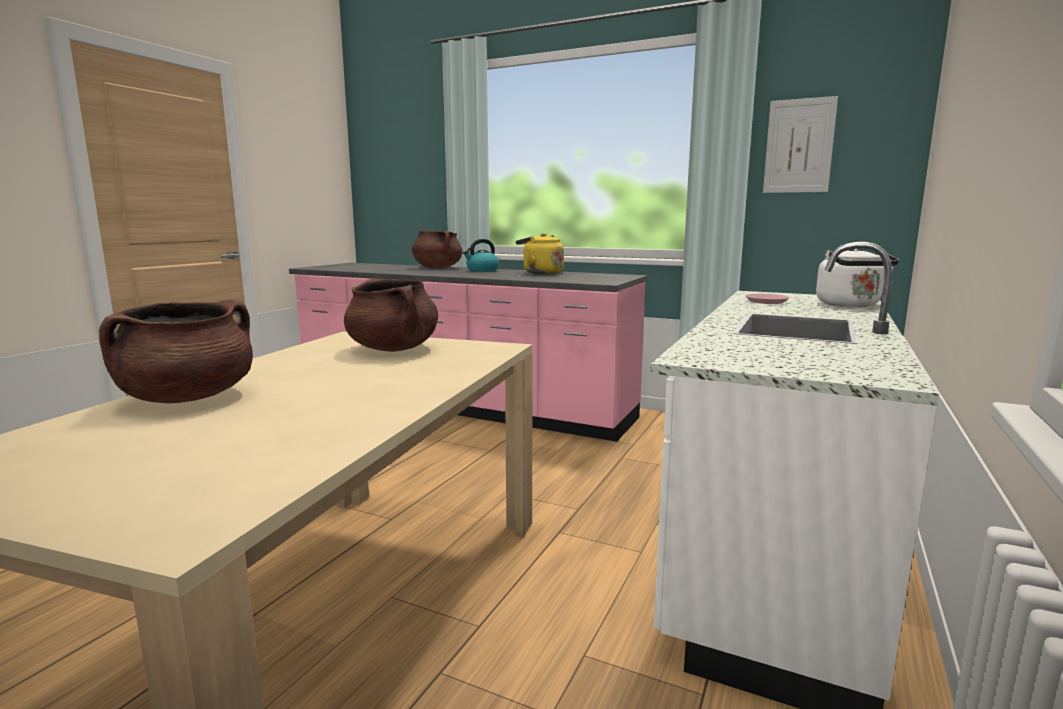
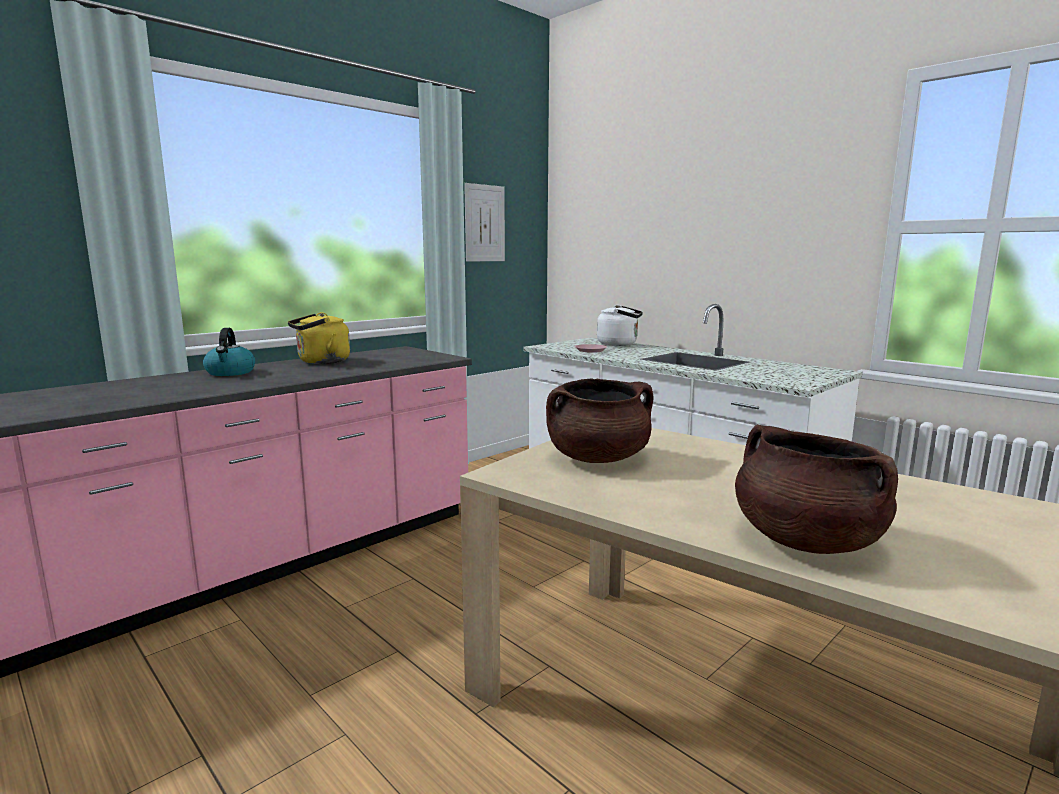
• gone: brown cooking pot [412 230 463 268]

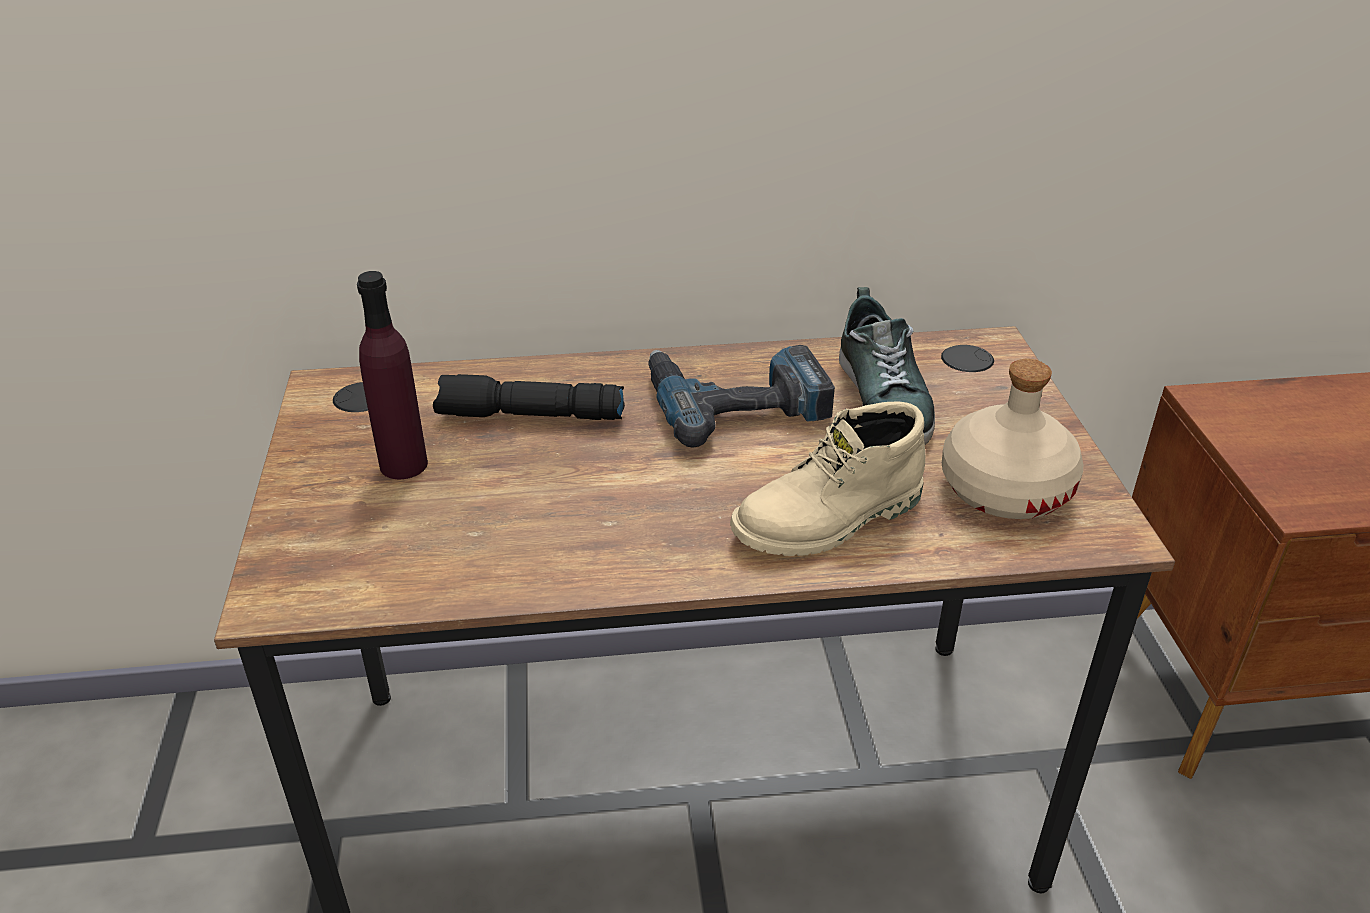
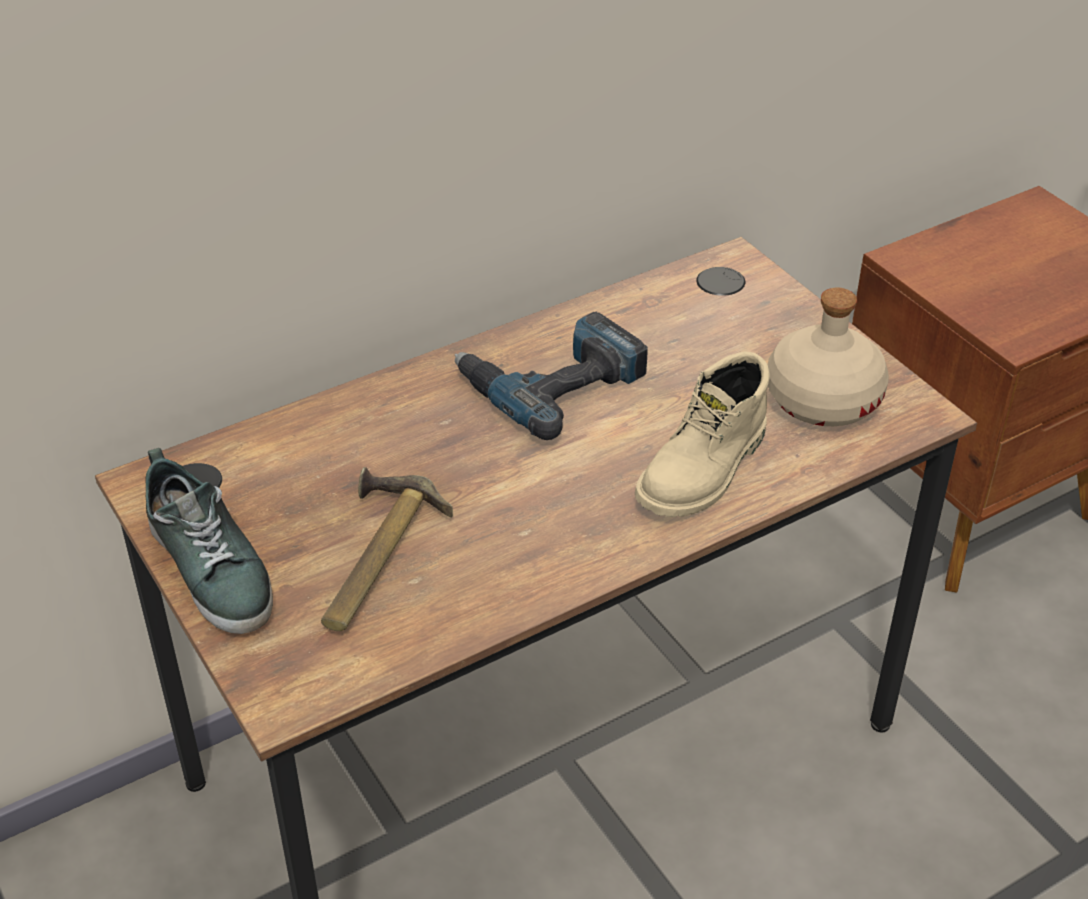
• gone: purple bottle [357 271 428 479]
• shifted: low shoe [839 287 935 445] to [146 448 273 634]
• gone: black flashlight [433 374 625 420]
• new: tool hammer [321 467 453 631]

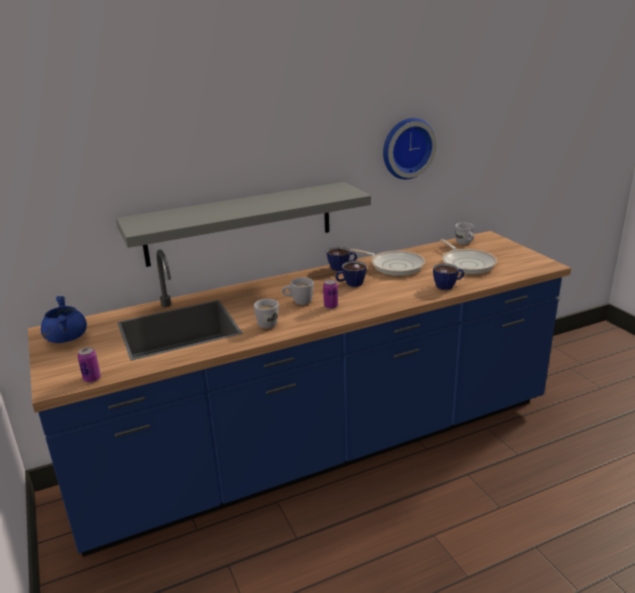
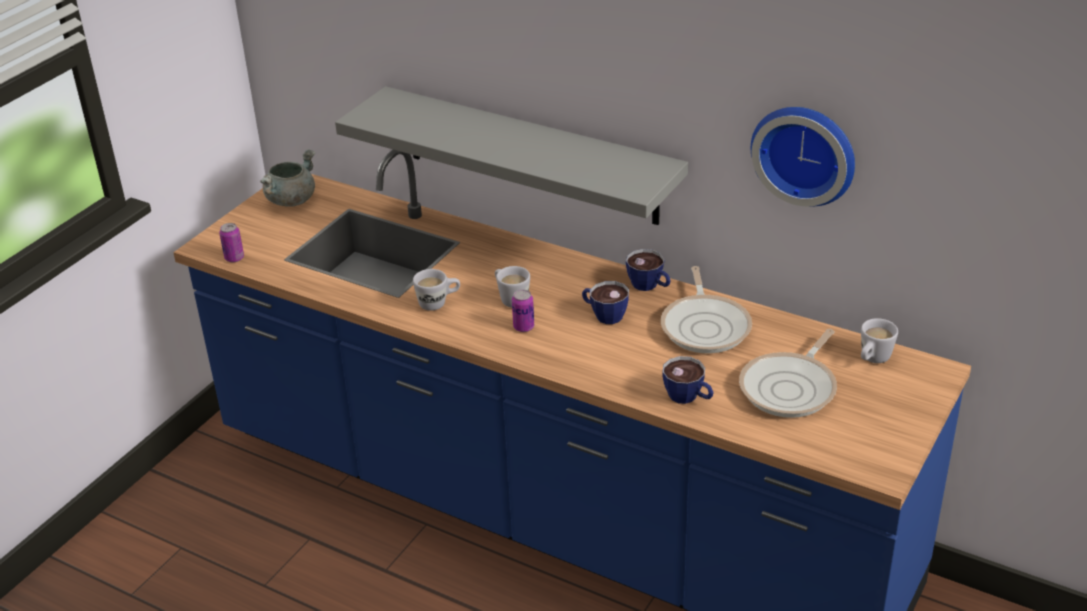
• repainted: blue cooking pot [41 296 87 343] to grey cooking pot [260 149 315 207]

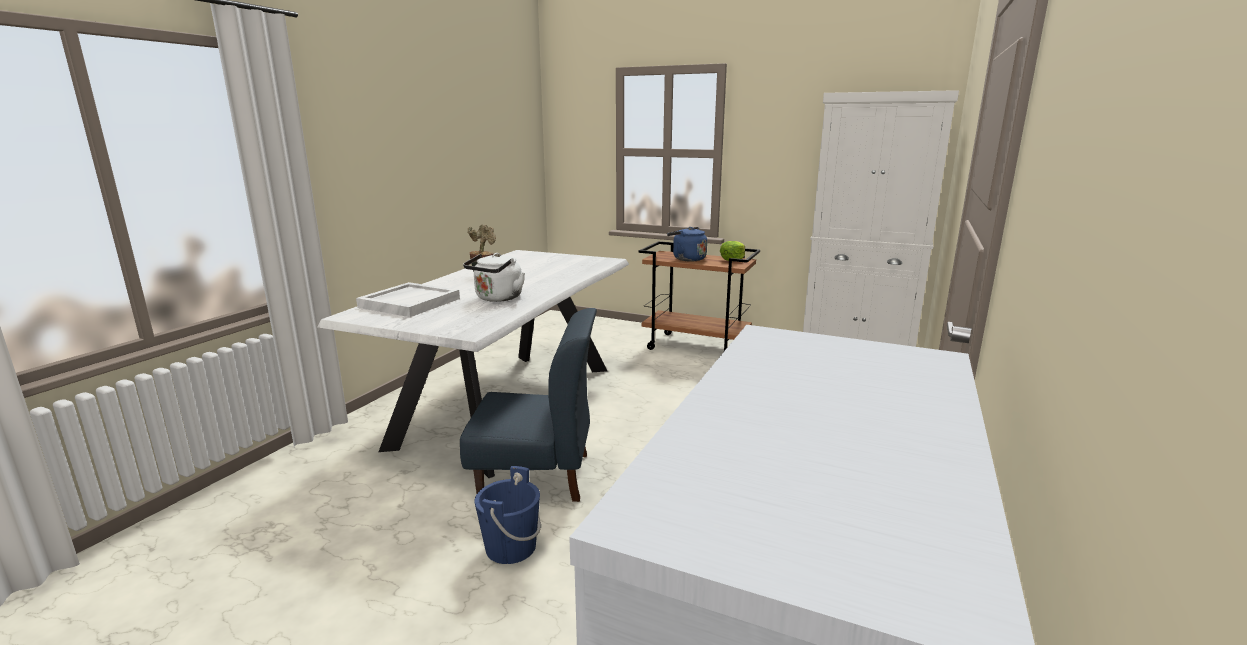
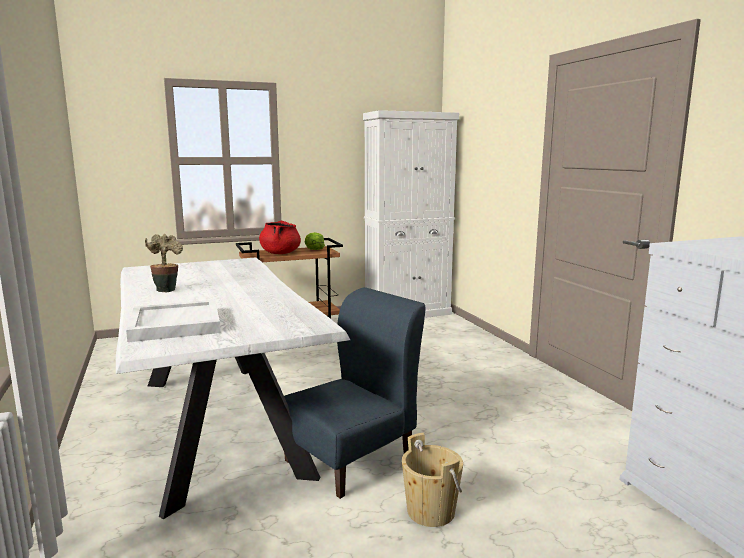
• swapped: blue kettle [667 227 707 262] to red cooking pot [259 221 301 254]
• gone: white-coloured kettle [463 253 525 302]
• repainted: blue bucket [474 466 541 564] to sand-coloured bucket [402 433 463 527]

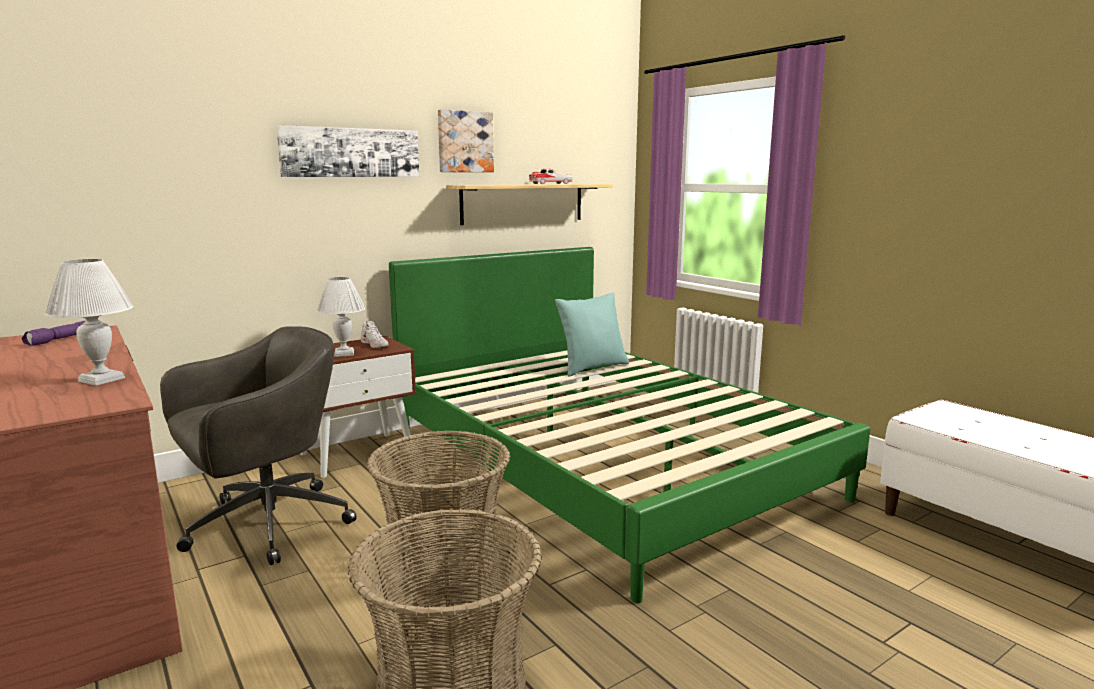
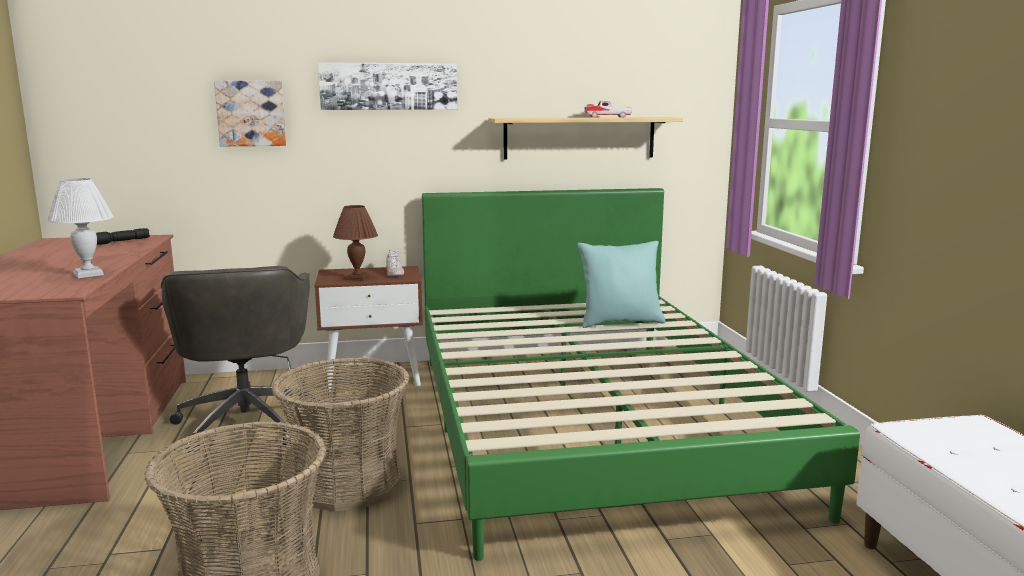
• shifted: wall picture [438 109 494 172] to [214 81 286 146]
• repainted: white-coloured lamp for a table [317 277 365 357] to brown lamp for a table [333 205 378 281]
• repainted: purple flashlight [22 321 86 346] to black flashlight [96 228 150 245]
• rotated: grey office chair [160 326 357 565] = [161 266 320 453] 90 degrees clockwise

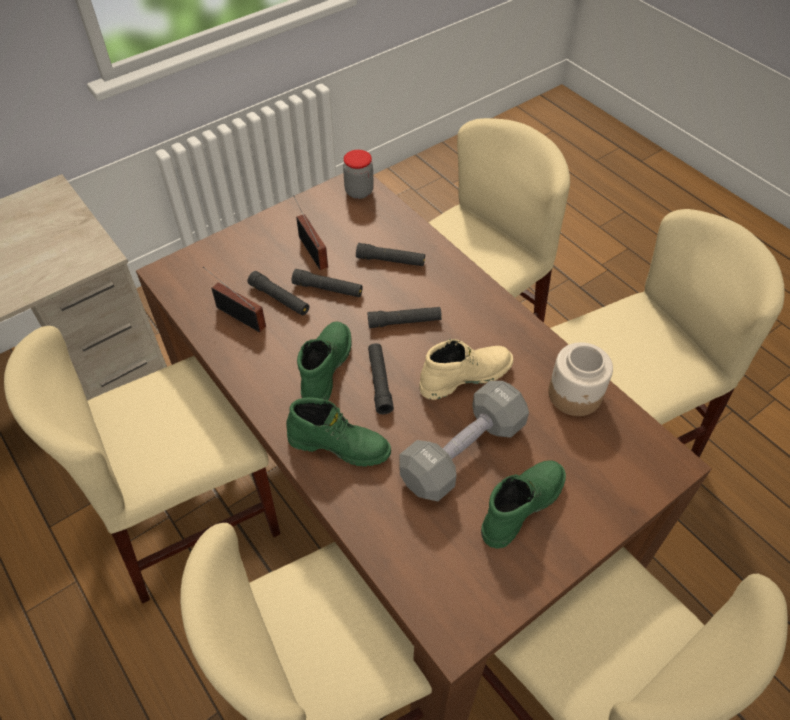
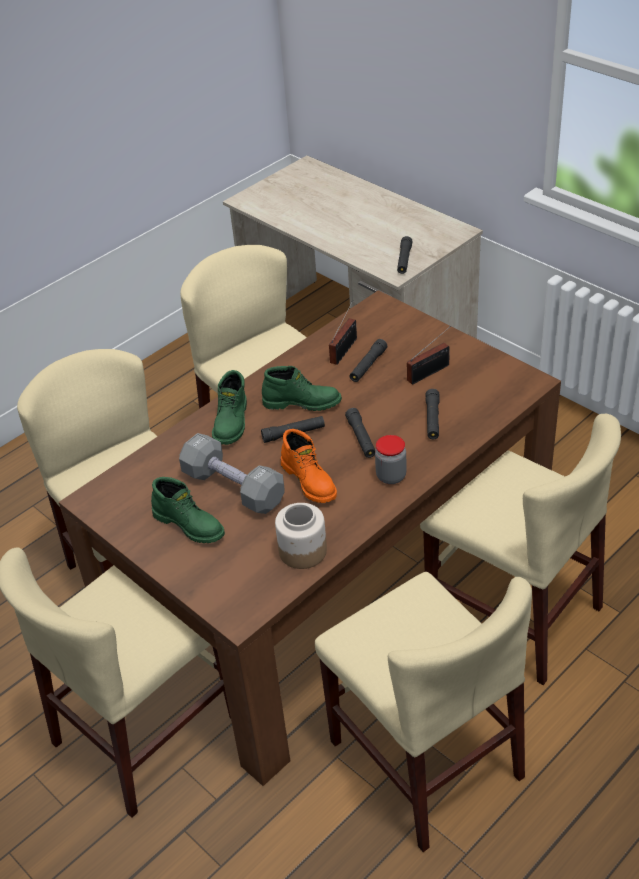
• shifted: storage jar [343 150 374 199] to [375 435 407 484]
• shifted: black flashlight [292 269 363 297] to [397 236 413 274]
• repainted: sand-coloured boot [419 339 513 400] to orangey boot [281 429 337 503]

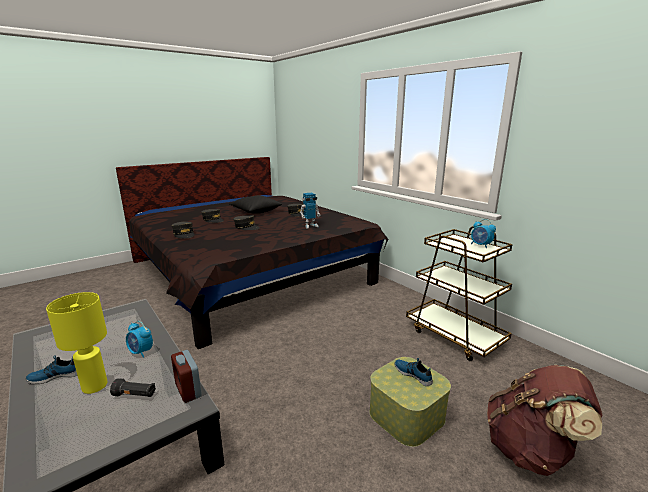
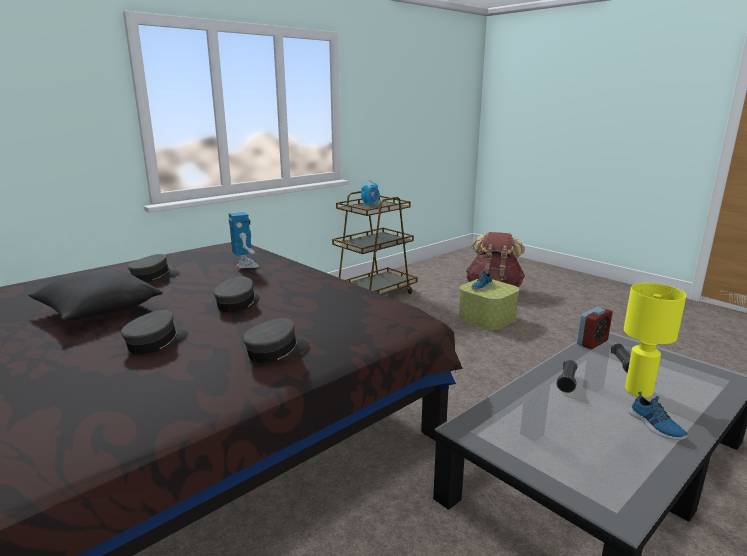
• swapped: bedside clock [126 321 153 358] to black flashlight [557 360 577 393]

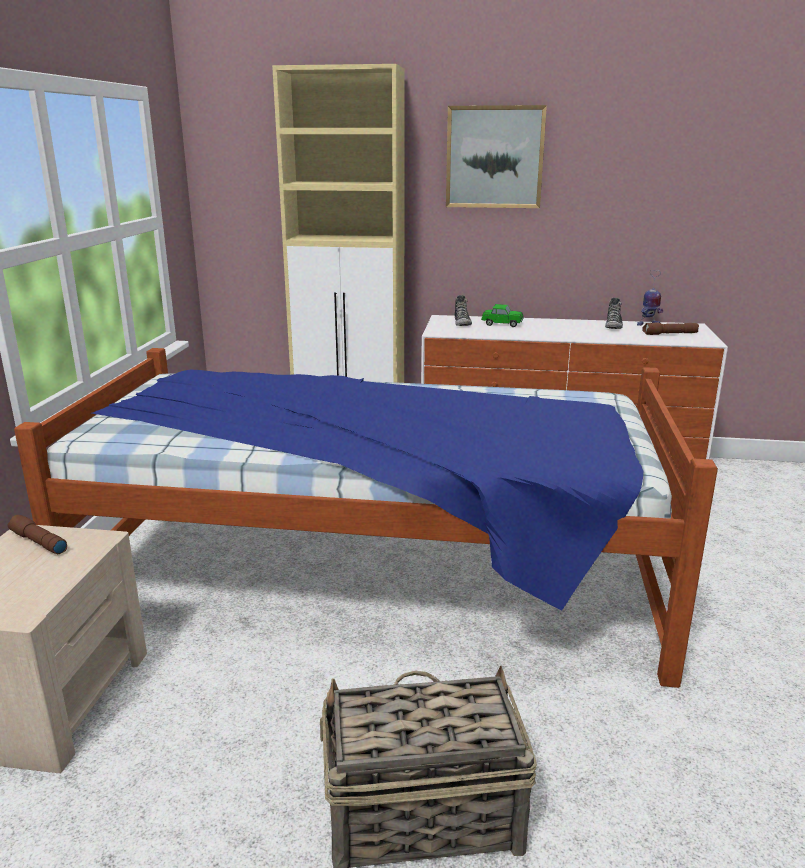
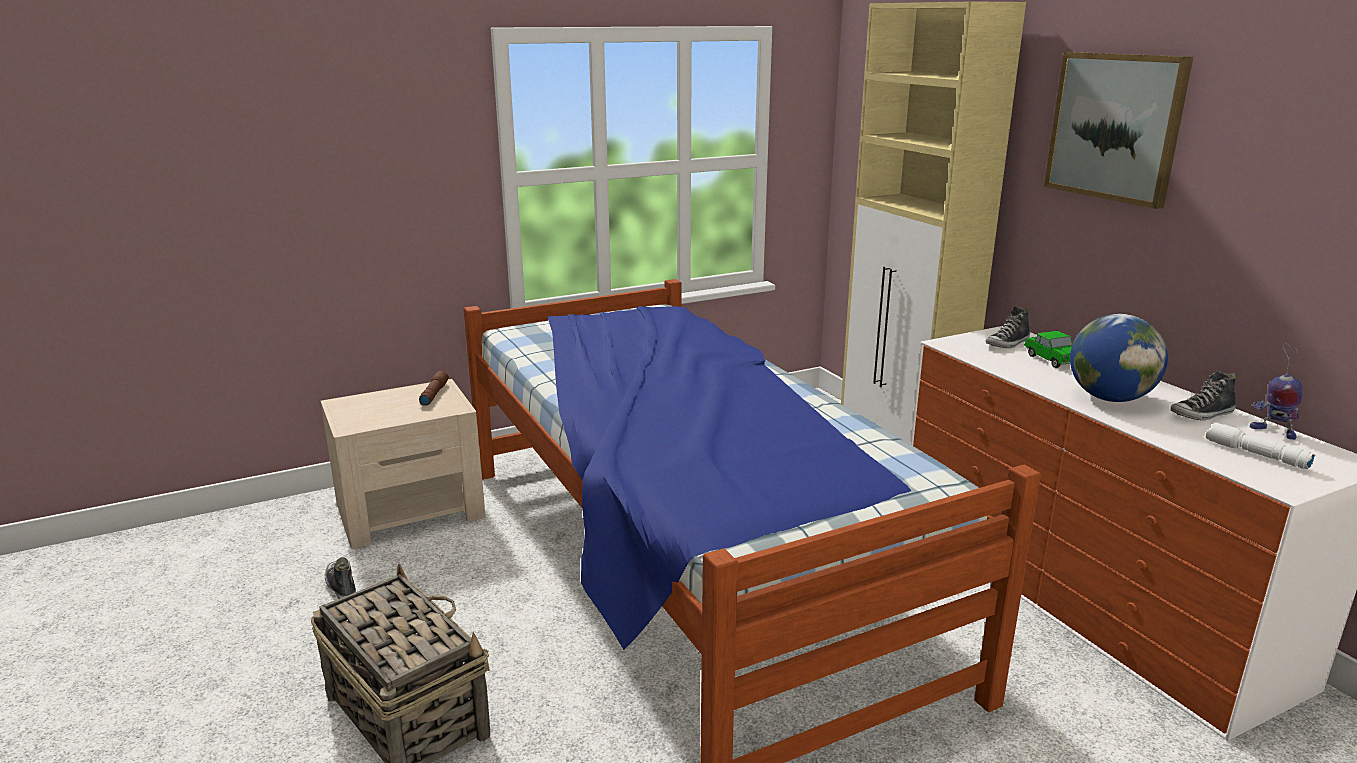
• repainted: brown flashlight [642 323 699 335] to white-coloured flashlight [1206 422 1316 470]
• new: globe [1070 314 1168 402]
• new: low shoe [325 557 356 599]

